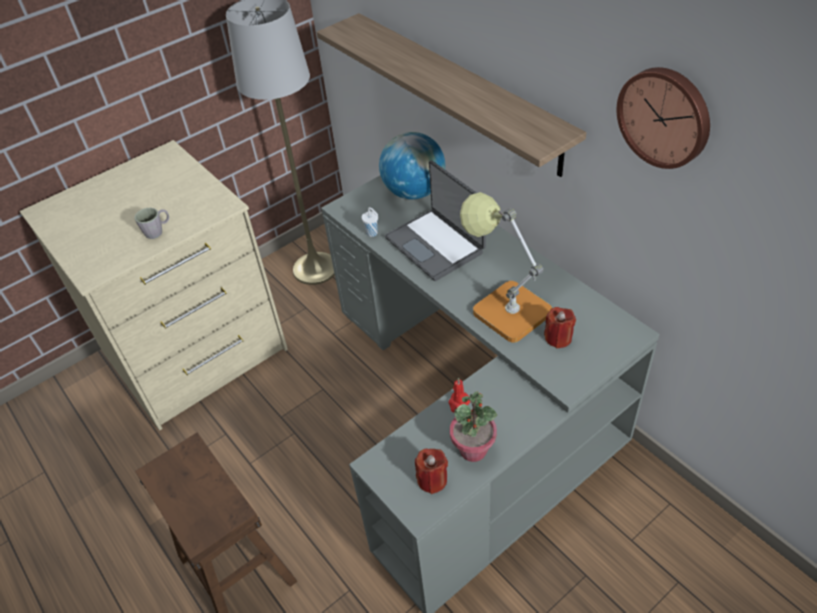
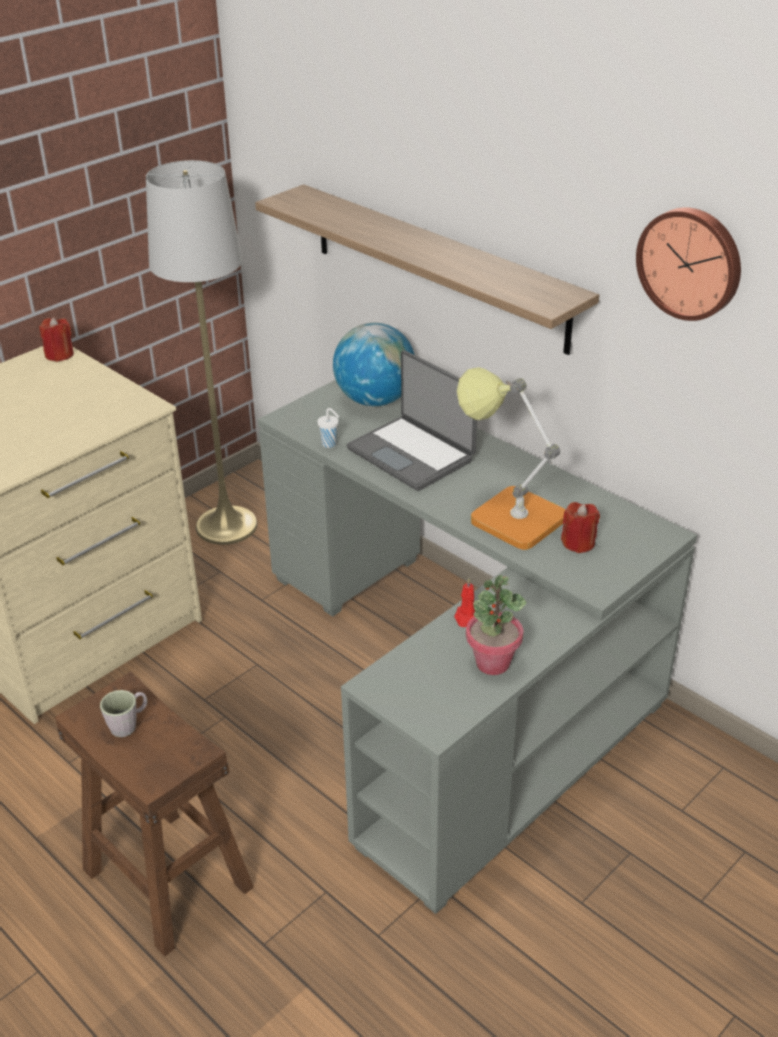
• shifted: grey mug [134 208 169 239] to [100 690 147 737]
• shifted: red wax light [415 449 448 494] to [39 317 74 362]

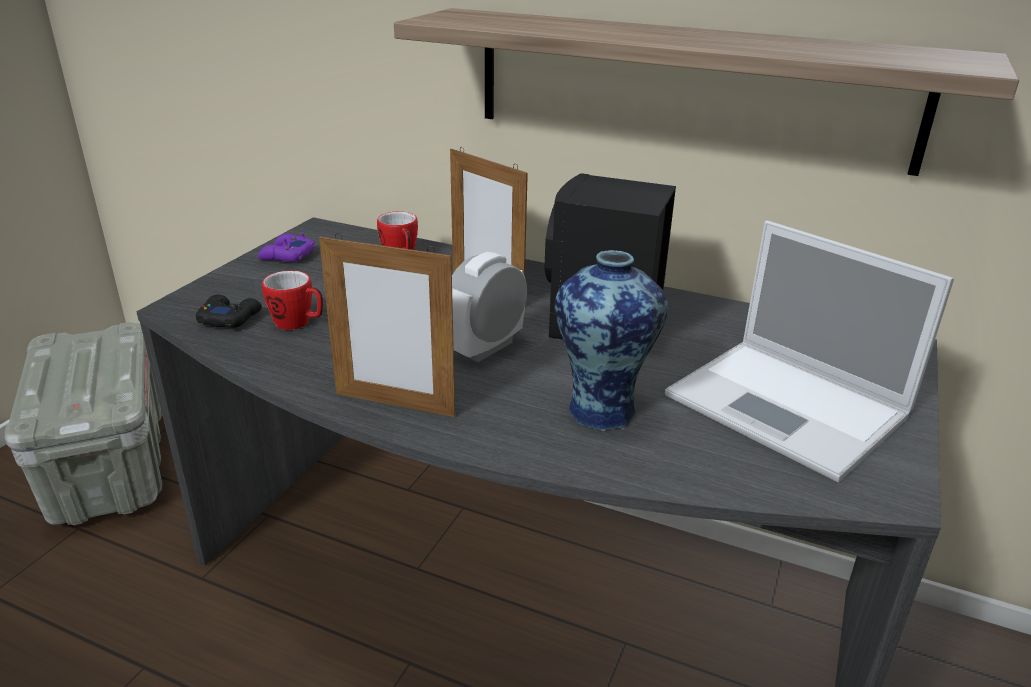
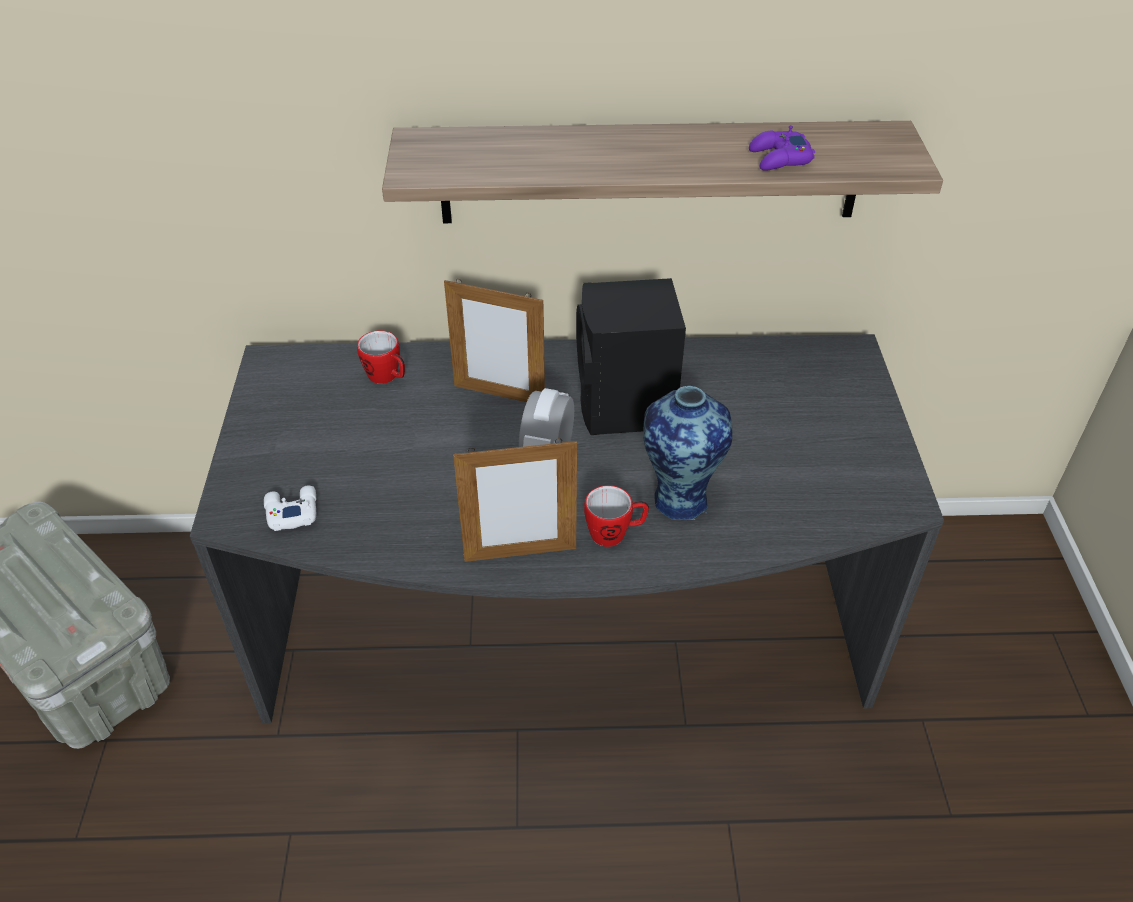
• gone: laptop [665 221 954 482]
• shifted: purple gamepad [258 232 315 262] to [749 125 815 171]
• shifted: mug [262 271 323 330] to [584 485 649 547]
• repainted: black gamepad [196 294 262 328] to white-coloured gamepad [264 485 316 531]

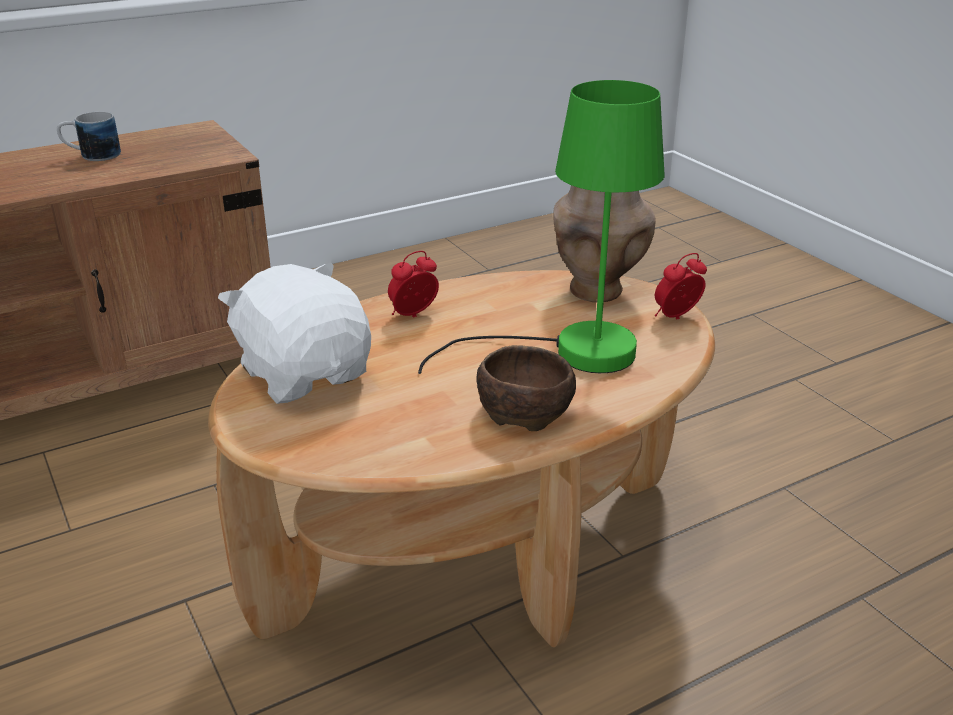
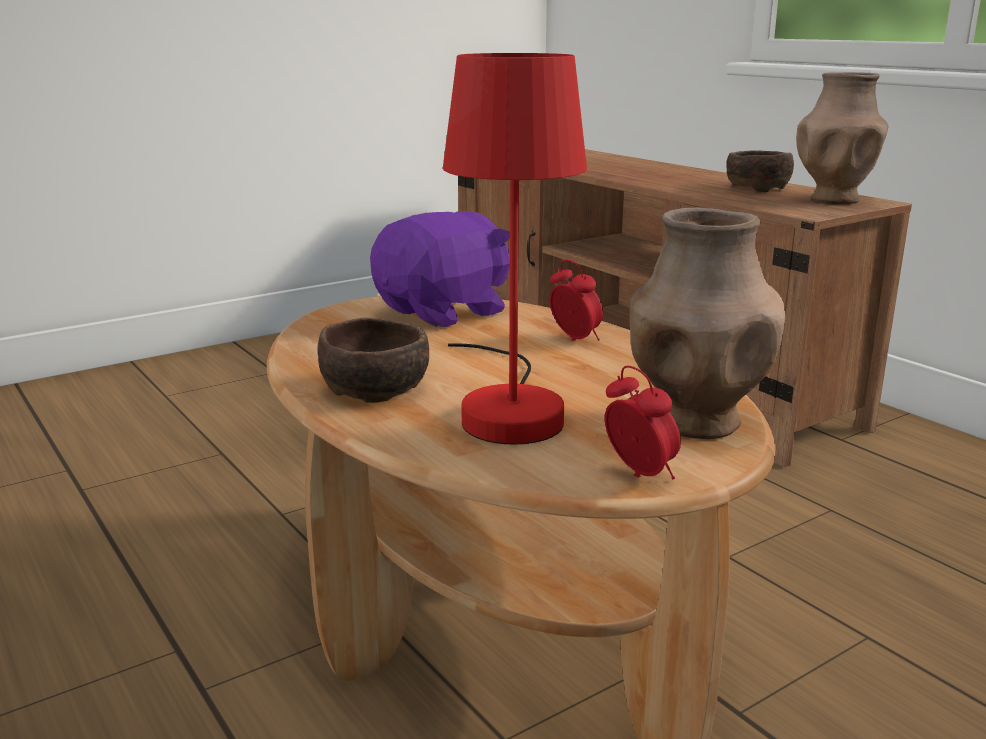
• repainted: greenish lamp for a table [418 80 665 374] to red lamp for a table [443 53 587 445]
• swapped: mug [57 111 121 161] to brown serving bowl [726 150 794 192]
• repainted: white-coloured soft toy [218 263 371 404] to purple soft toy [370 211 510 327]
• new: brown vase [796 72 889 204]

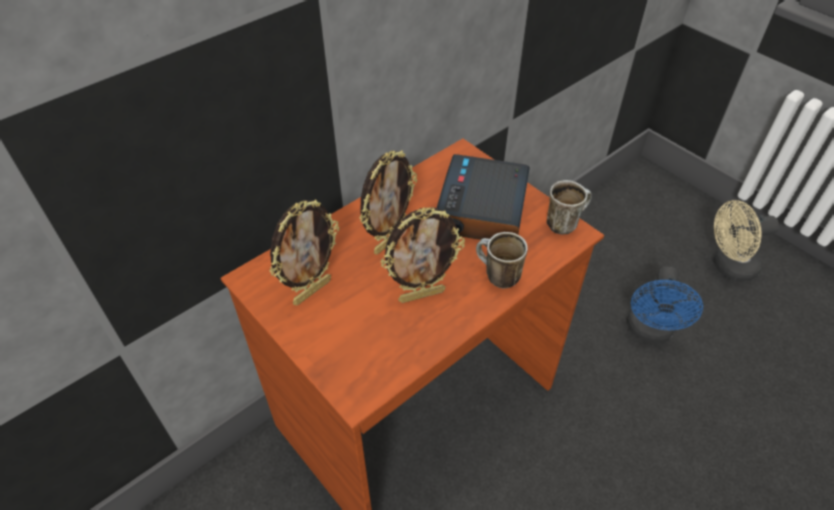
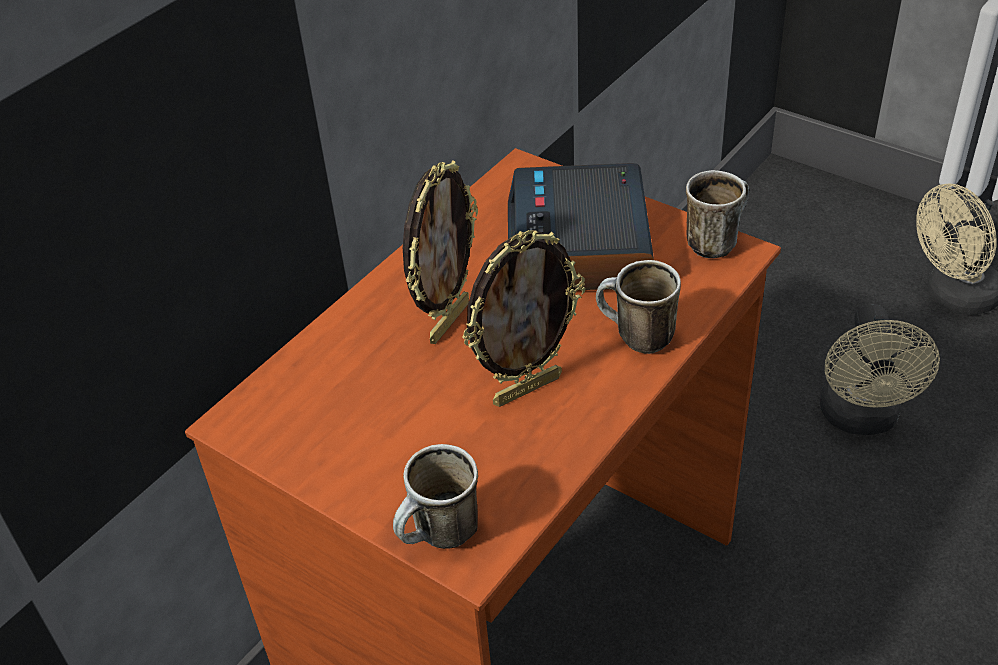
• gone: photo frame [270 199 339 306]
• repainted: blue fan [627 267 703 343] to sand-coloured fan [820 304 940 435]
• new: mug [393 444 478 549]

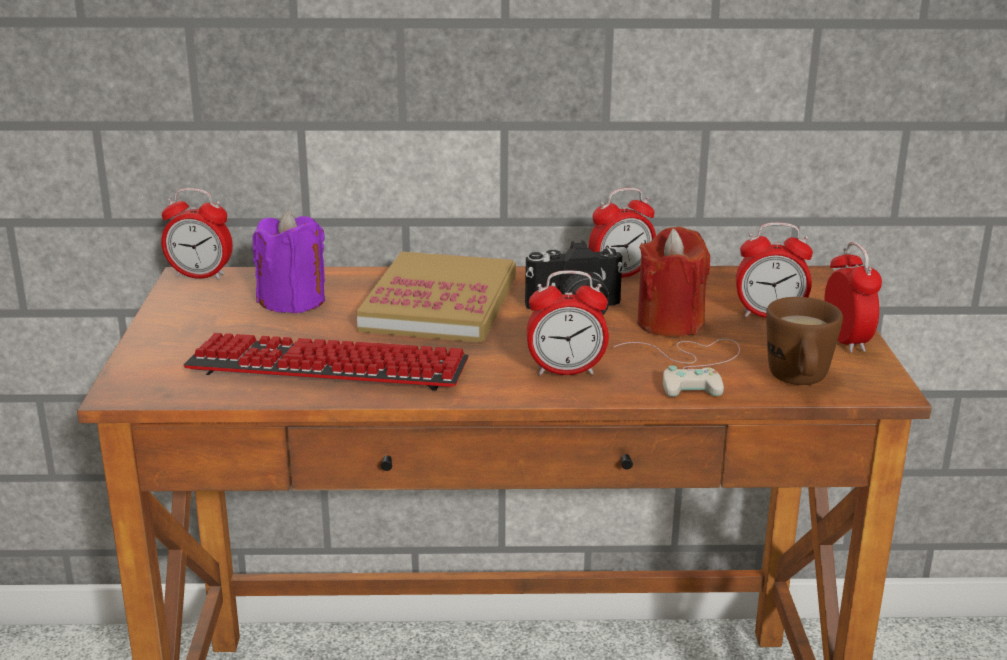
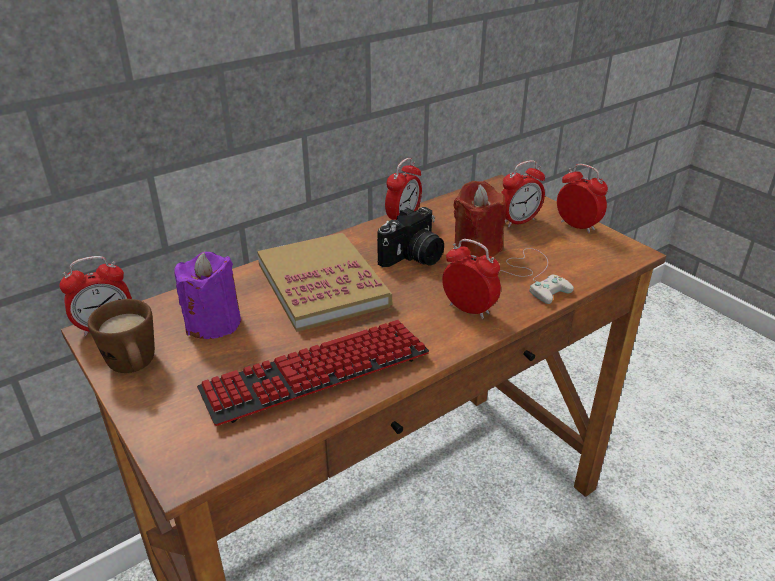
• rotated: bedside clock [527 270 609 375] = [442 239 501 319] 105 degrees counterclockwise
• shifted: brown mug [766 297 843 385] to [88 299 155 373]

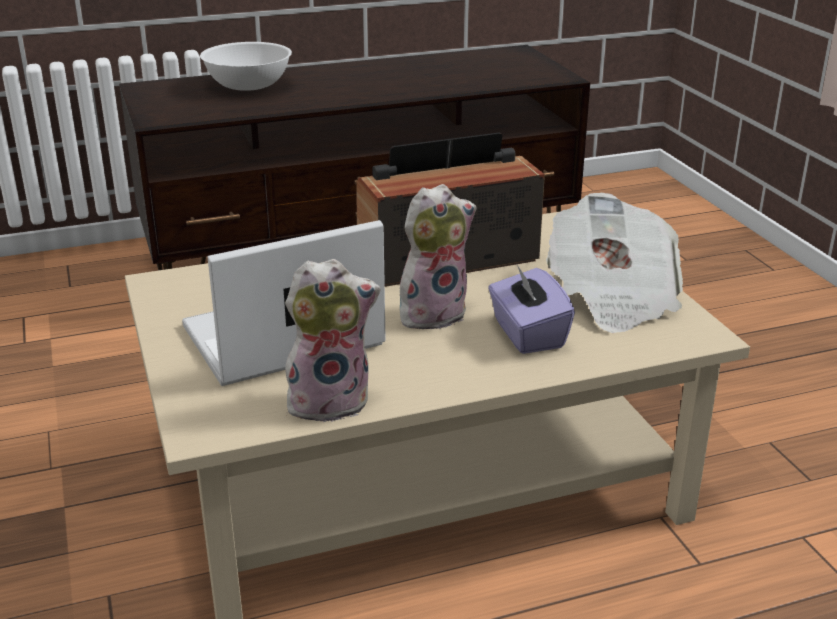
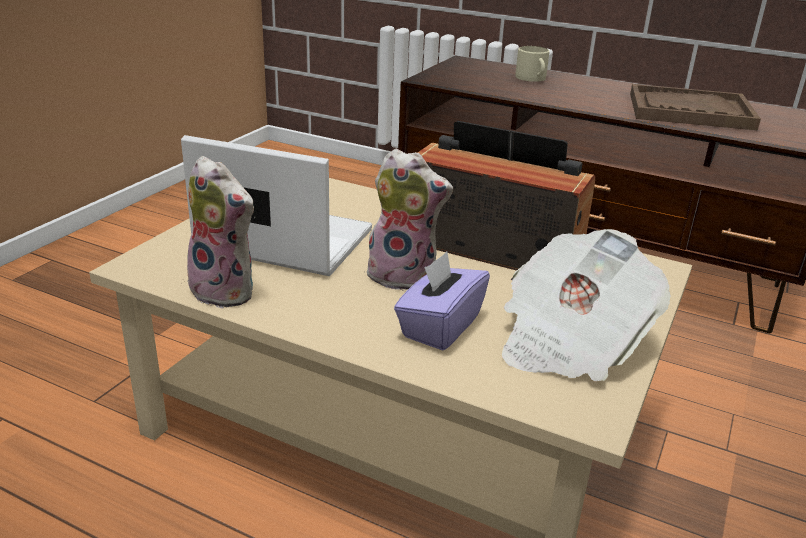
• swapped: white-coloured serving bowl [200 42 292 91] to sand-coloured mug [515 46 550 82]
• new: brown tray [630 84 761 130]

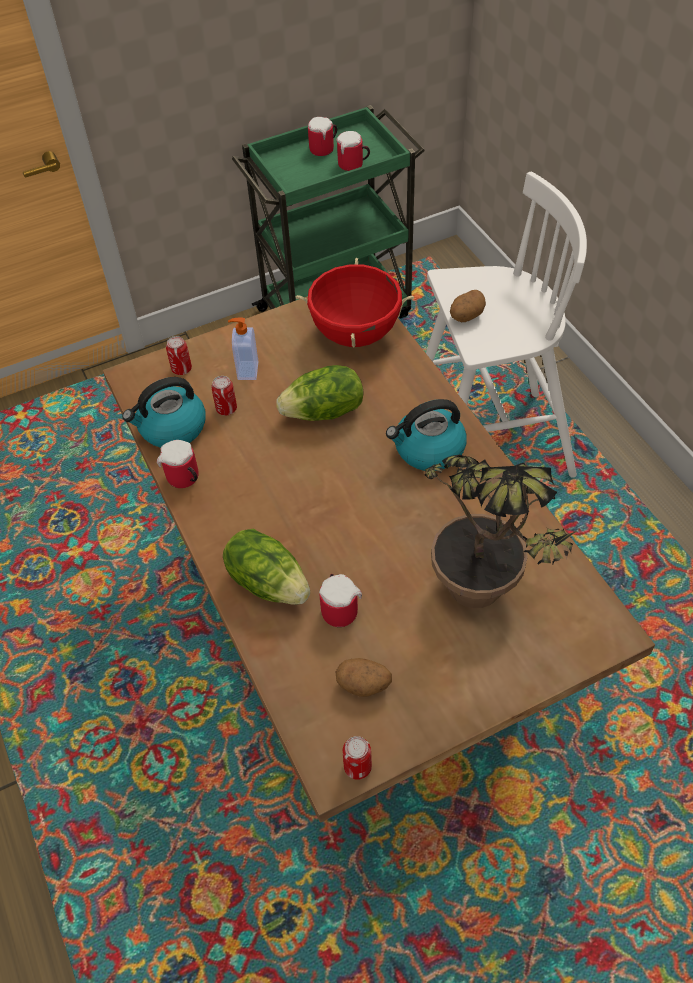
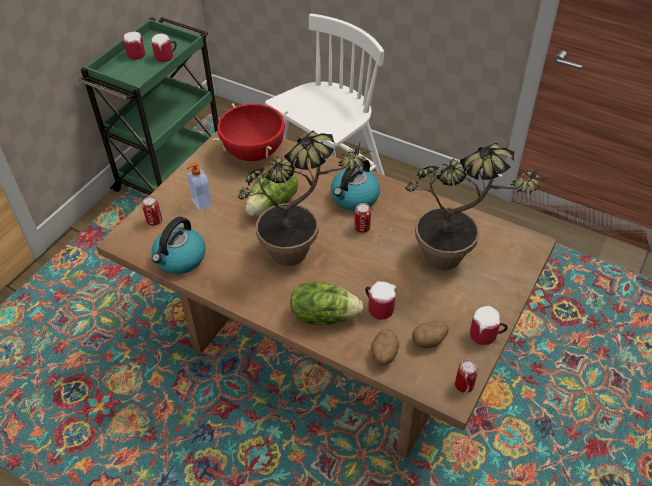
• shifted: potato [450 290 486 322] to [371 329 399 365]
• shifted: can [211 376 237 416] to [354 203 371 233]
• shifted: mug [157 440 199 488] to [470 306 508 345]
• new: plant in a pot [238 131 371 266]

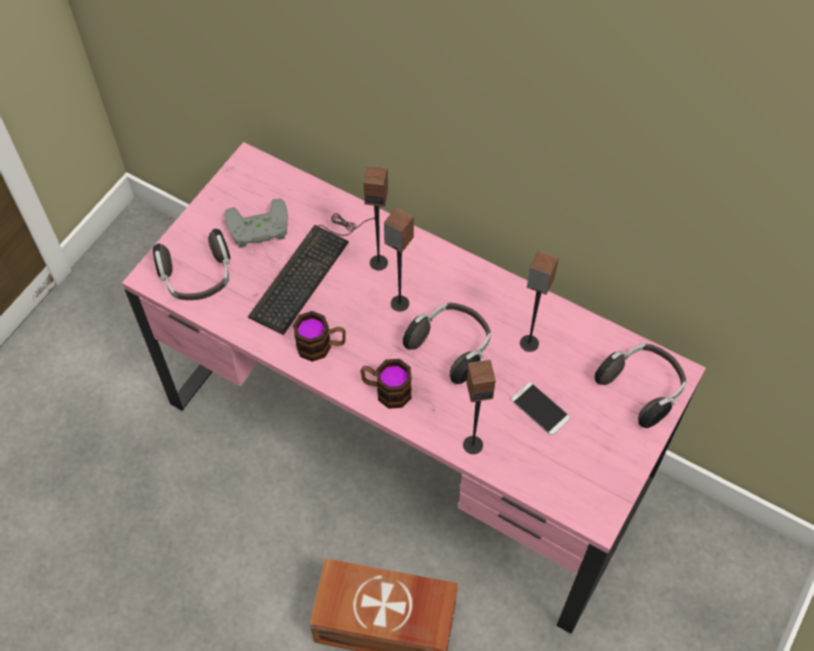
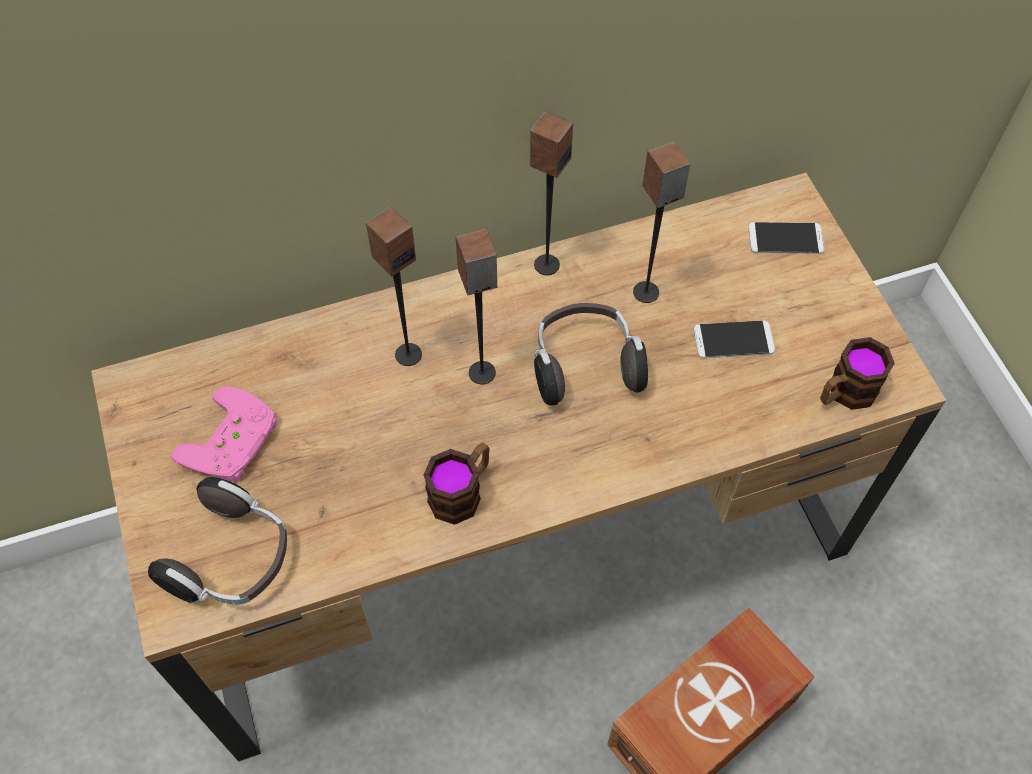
• repainted: pink-coloured desk [122 142 706 634] to brown desk [91 173 946 761]
• repainted: grey gamepad [224 199 288 248] to pink-coloured gamepad [171 386 277 482]
• gone: computer keyboard [248 213 375 335]
• swapped: pair of headphones [594 343 686 428] to phone [748 222 825 254]
• shifted: mug [360 359 412 409] to [820 337 895 410]
• shifted: speaker [463 360 496 454] to [530 112 573 275]

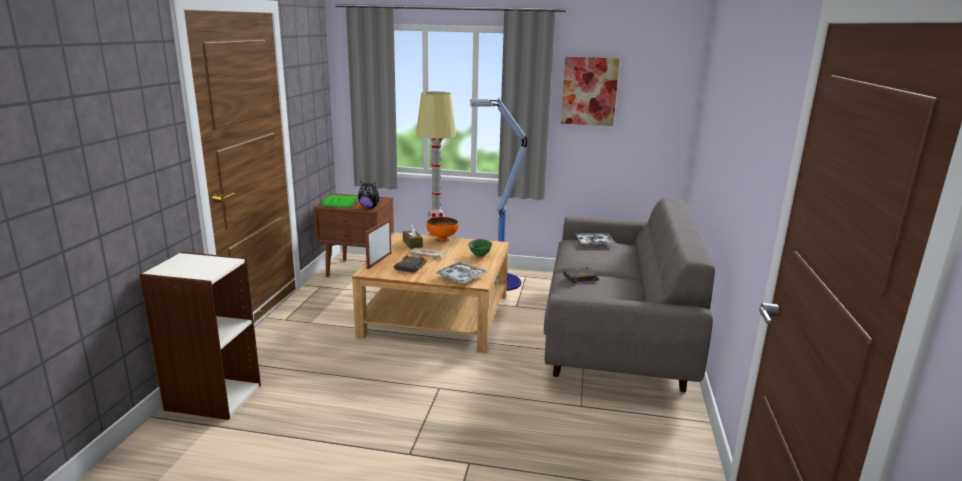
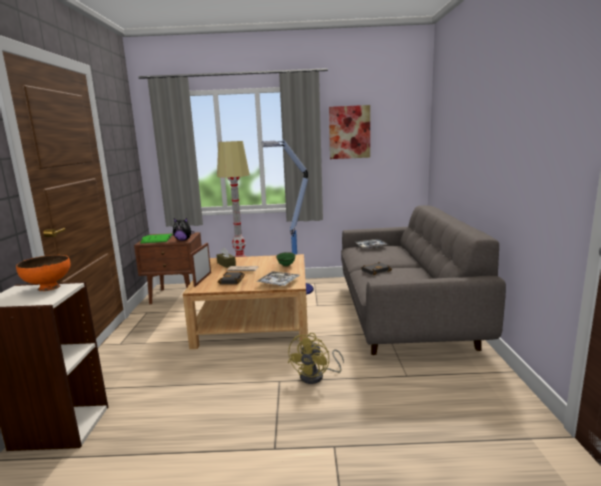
• shifted: orangey serving bowl [426 217 459 242] to [16 255 71 291]
• new: yellow fan [288 333 344 384]

